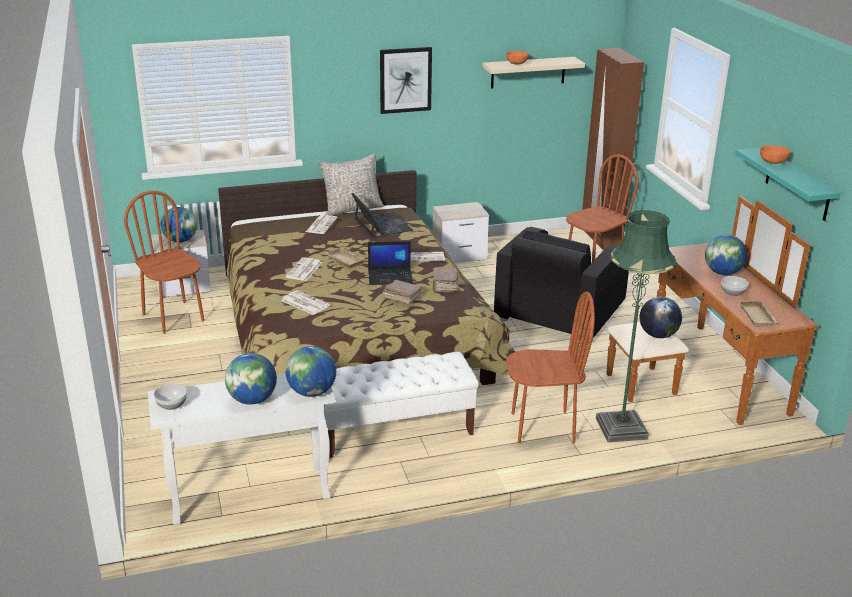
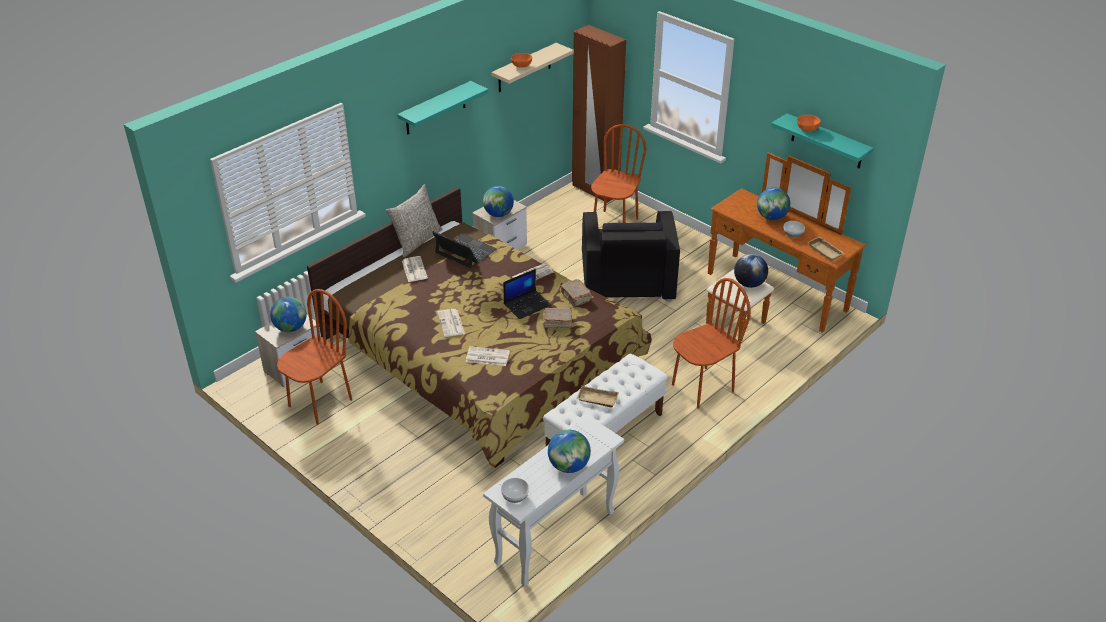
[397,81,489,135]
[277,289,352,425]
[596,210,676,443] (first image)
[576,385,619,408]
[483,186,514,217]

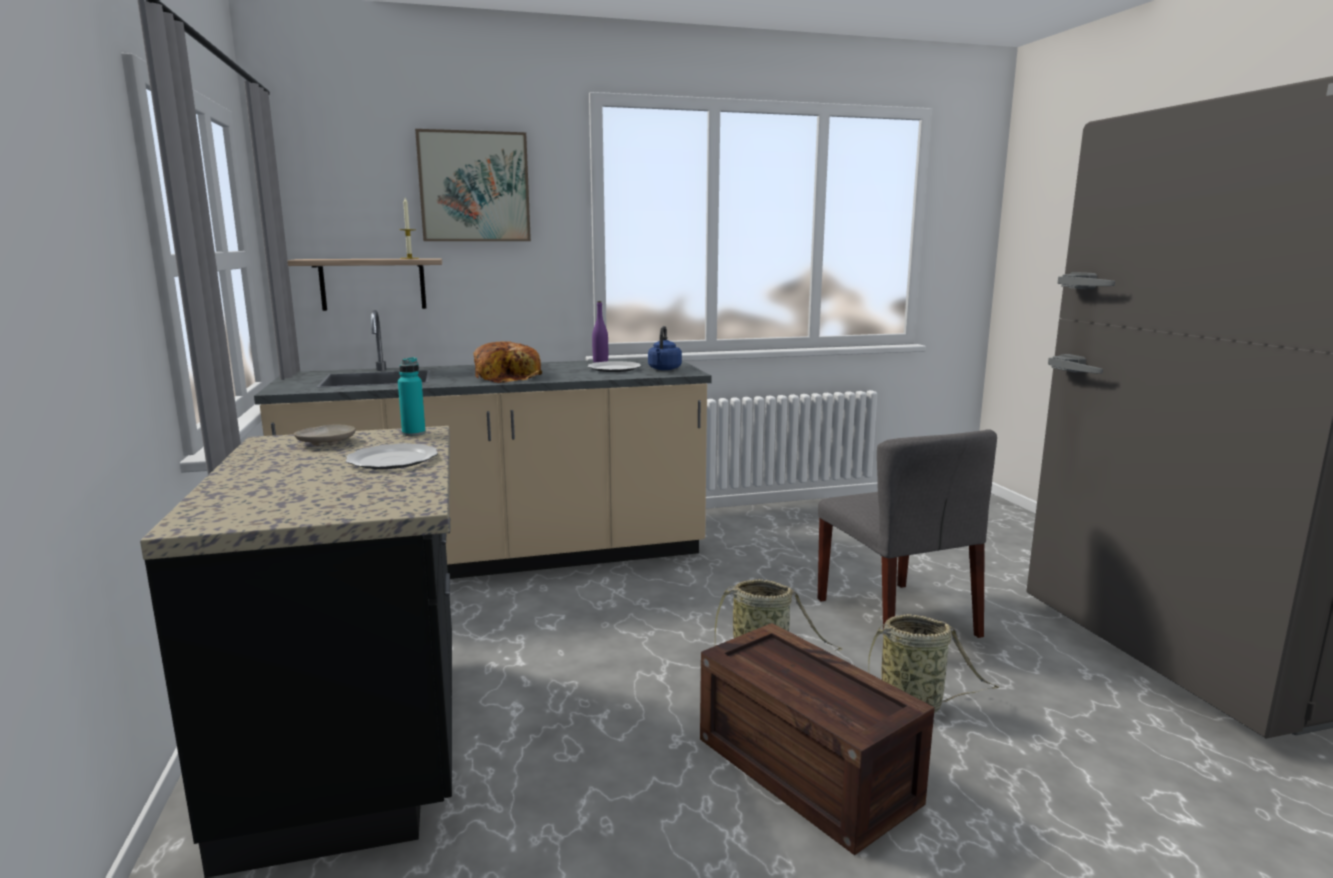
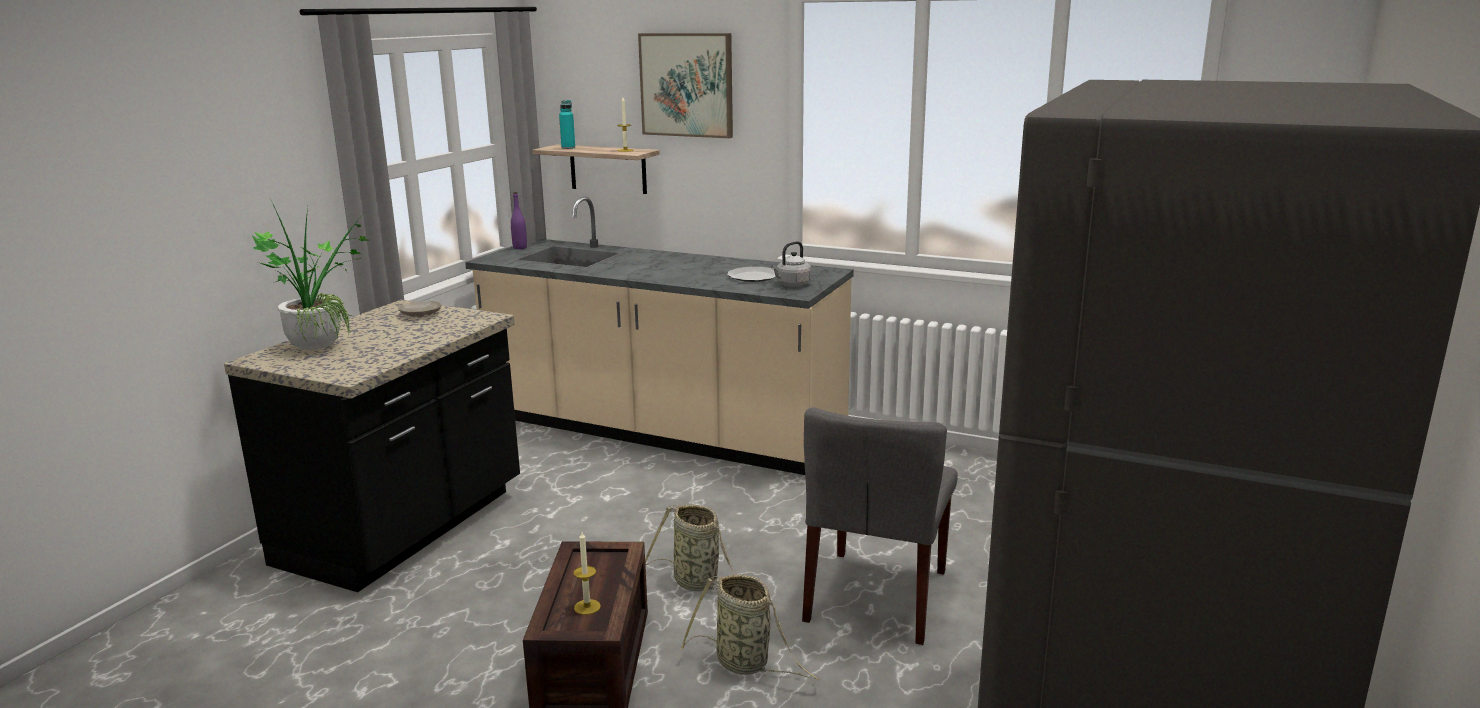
[511,192,527,249]
[771,241,811,287]
[474,341,543,383] (first image)
[559,100,575,149]
[346,443,438,469] (first image)
[252,205,368,350]
[573,532,601,615]

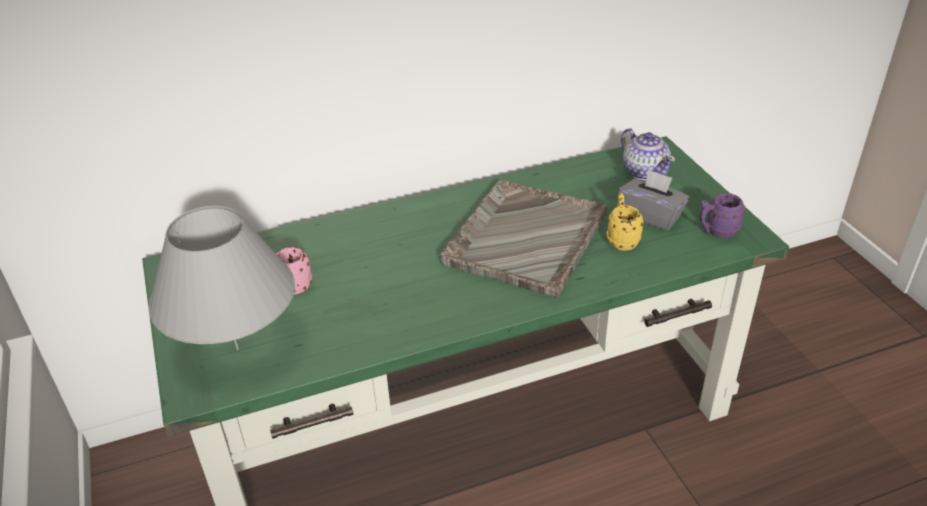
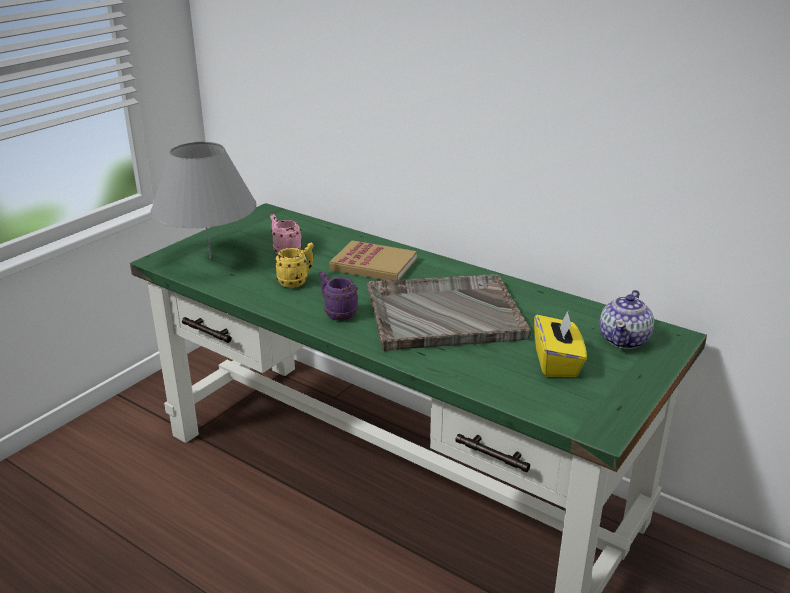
[534,311,587,377]
[275,243,314,288]
[319,271,358,321]
[329,240,417,280]

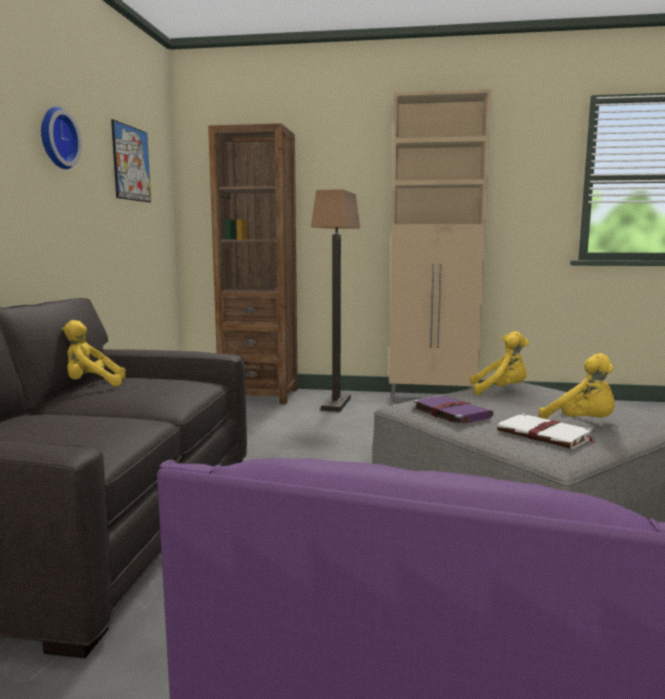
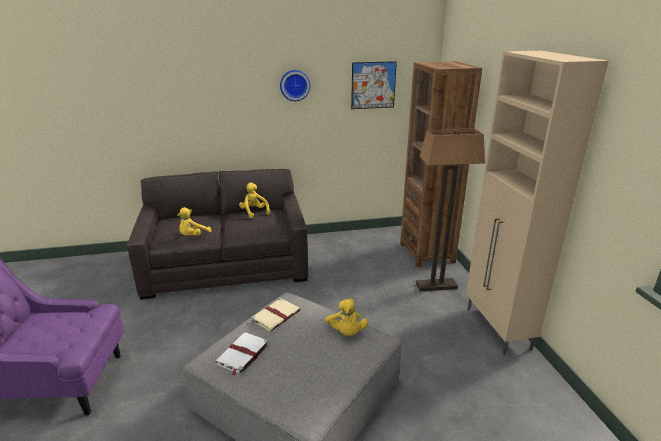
[177,207,211,236]
[251,298,300,332]

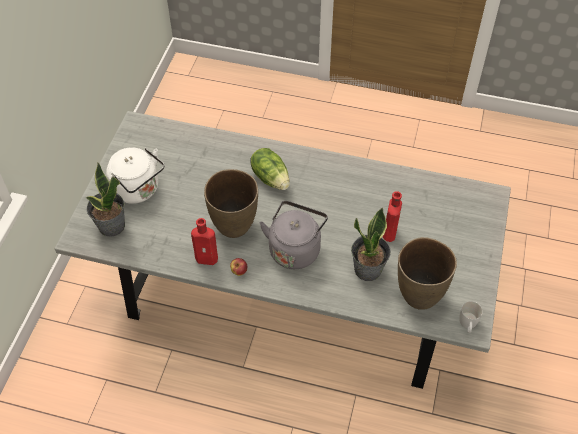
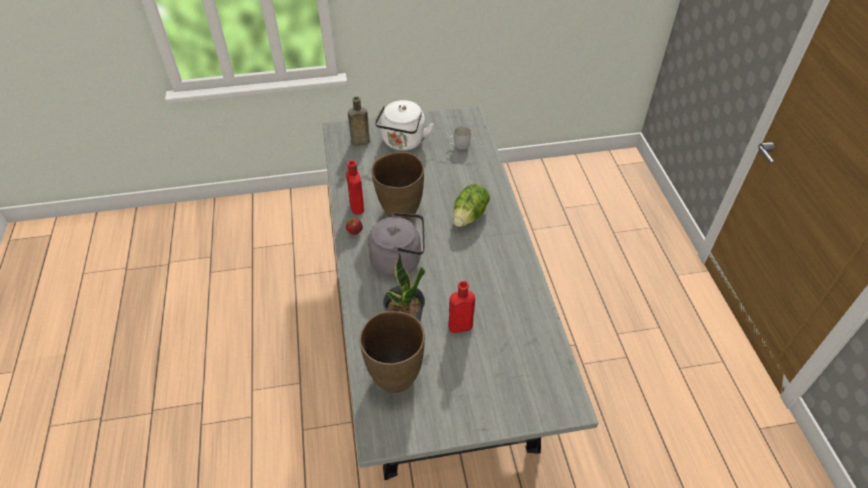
[348,96,370,146]
[448,126,471,150]

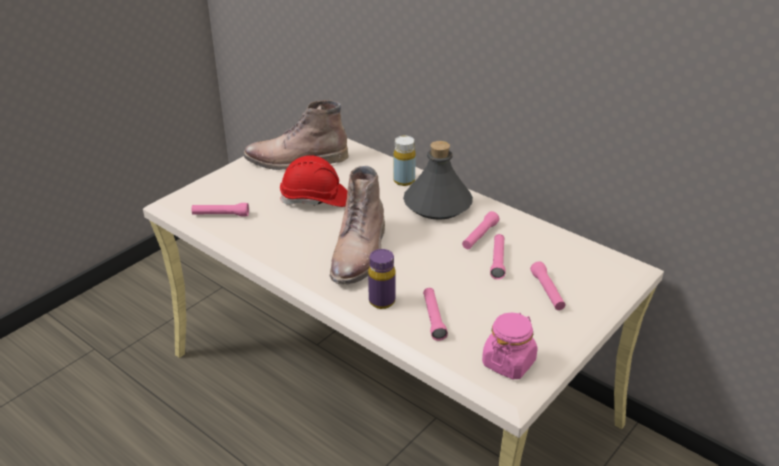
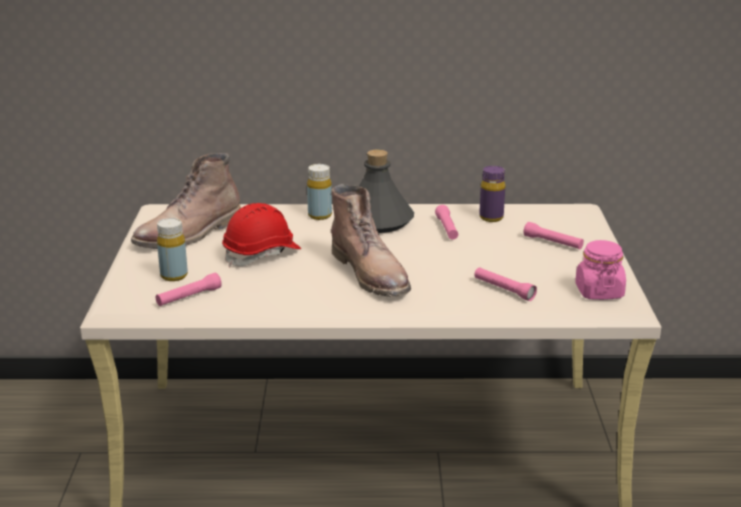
[490,234,505,280] (first image)
[479,166,505,222]
[157,218,188,281]

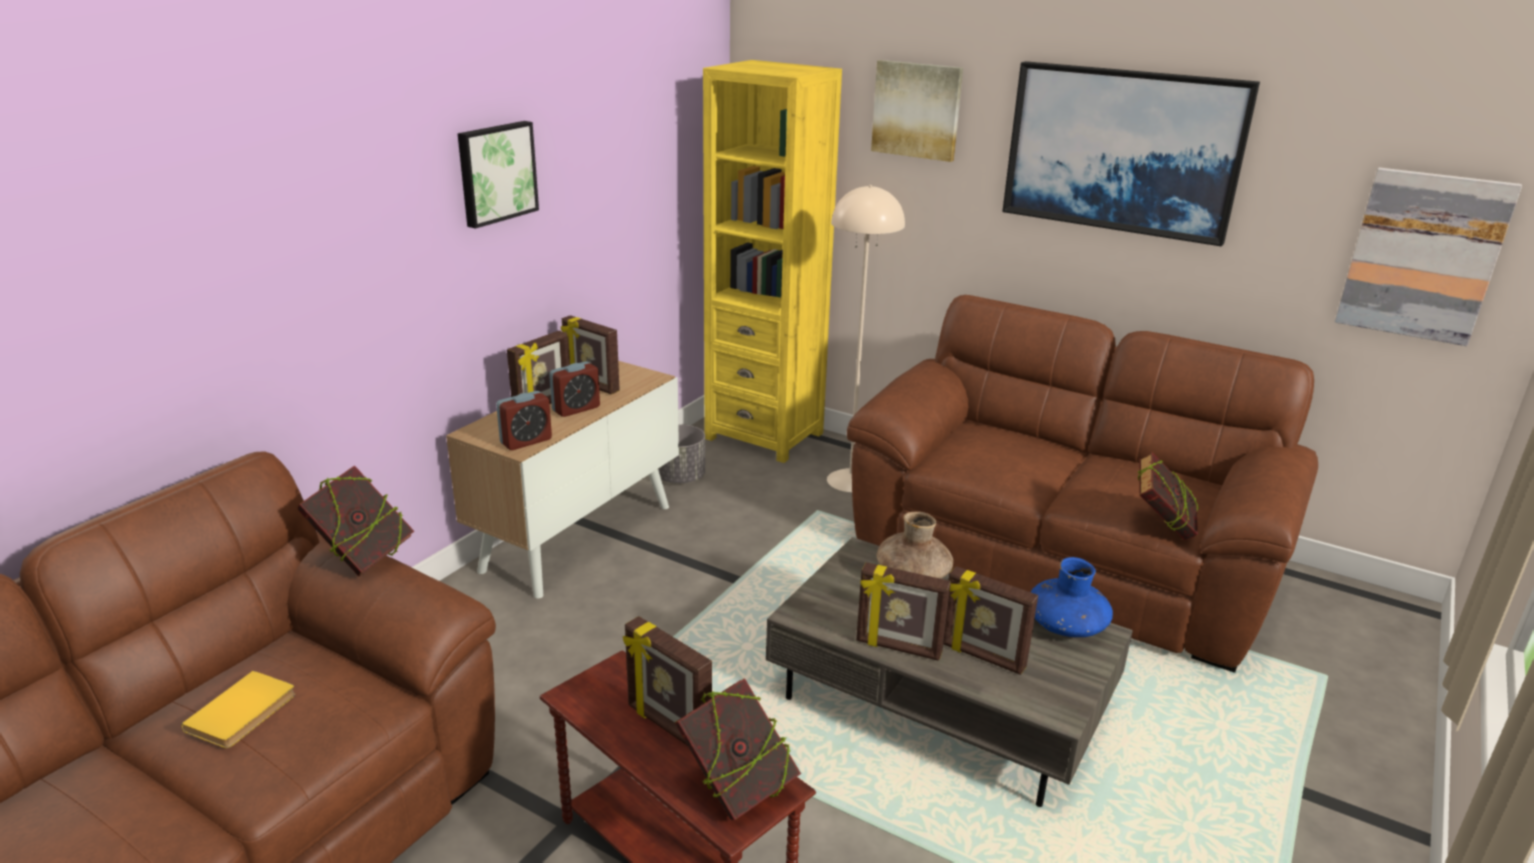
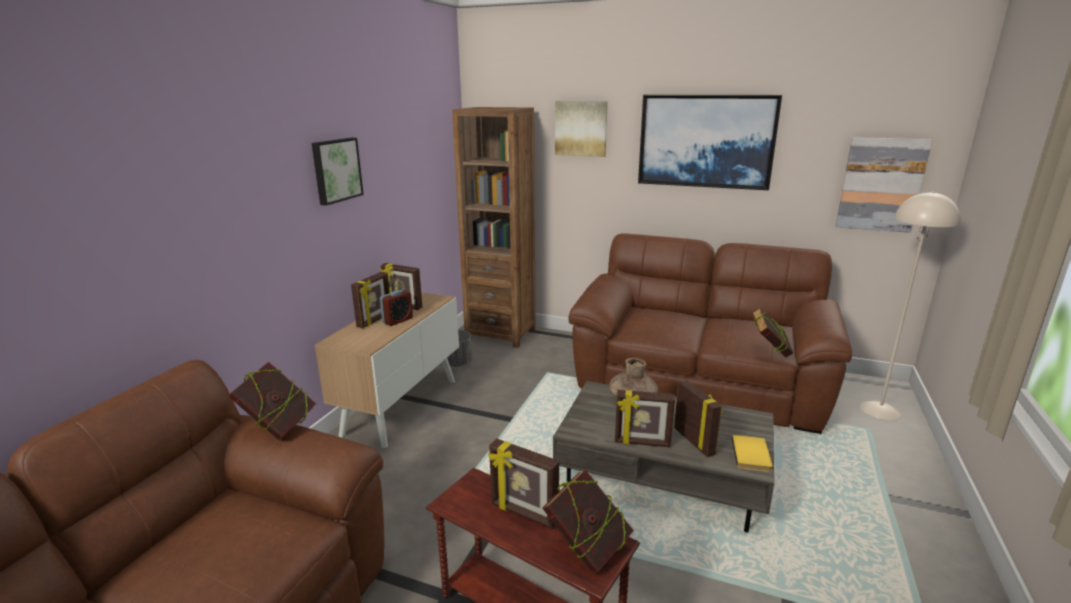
[452,107,536,348]
[860,191,961,420]
[496,391,552,450] (first image)
[1031,557,1113,637] (first image)
[674,380,723,457]
[732,435,773,472]

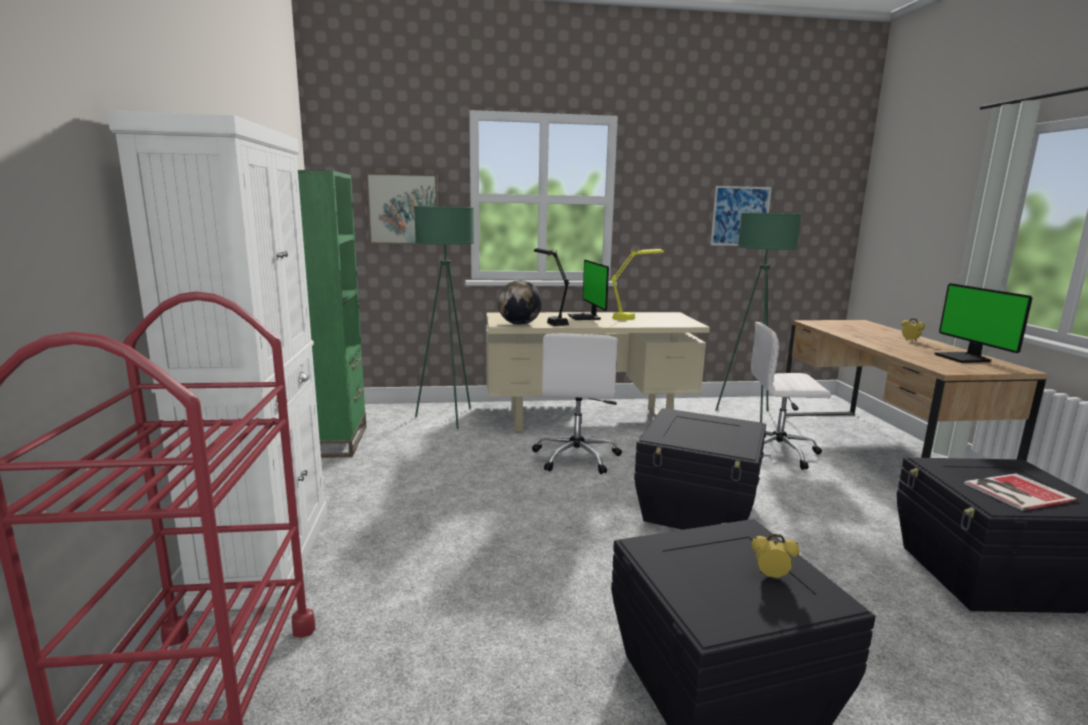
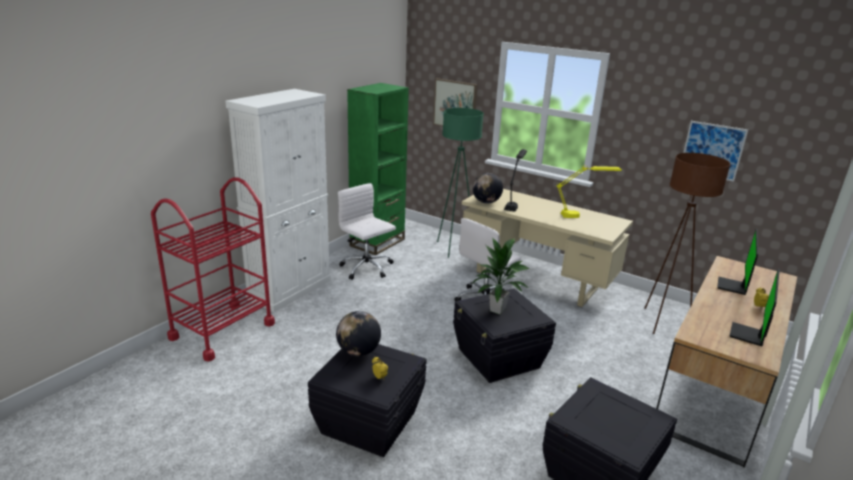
[645,153,731,334]
[717,229,758,295]
[338,183,396,280]
[964,474,1078,511] (first image)
[472,238,530,314]
[336,311,381,356]

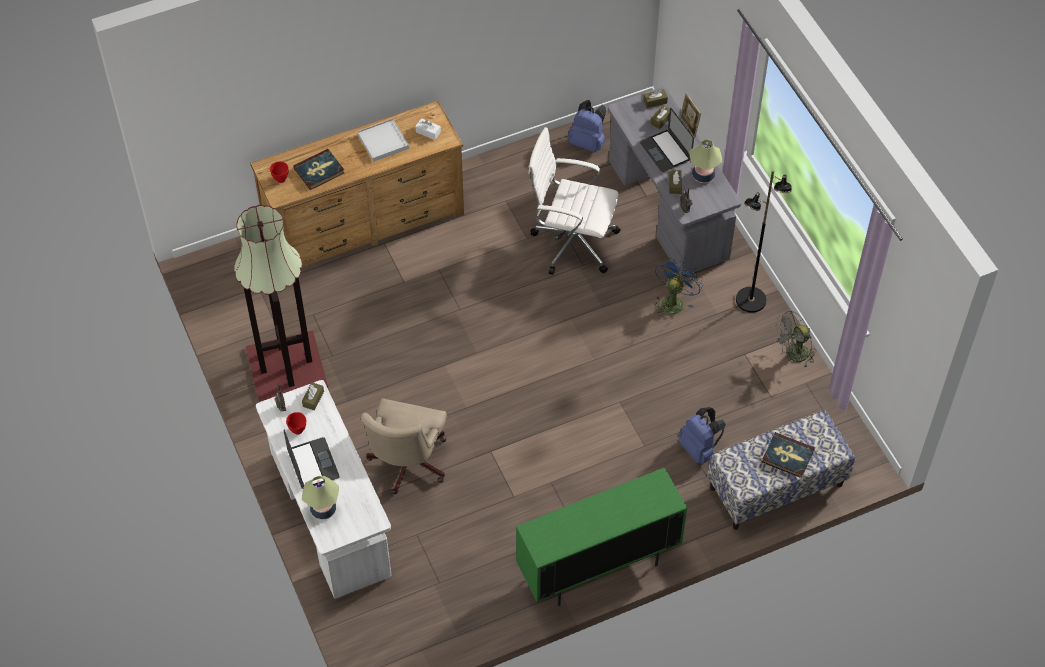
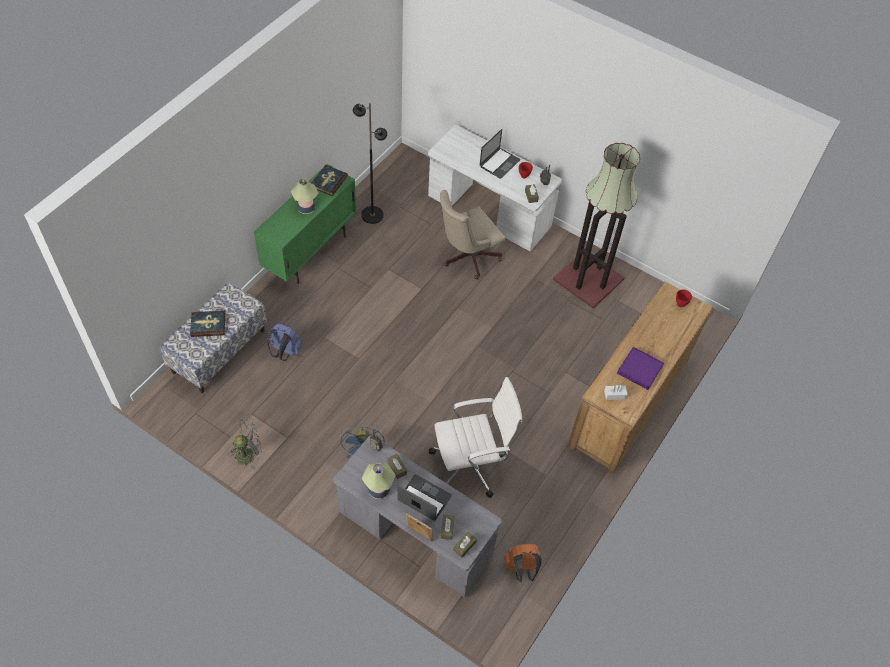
[504,544,542,582]
[617,347,664,390]
[312,165,348,196]
[353,103,388,224]
[228,418,262,470]
[440,190,505,279]
[480,129,520,179]
[291,178,319,214]

